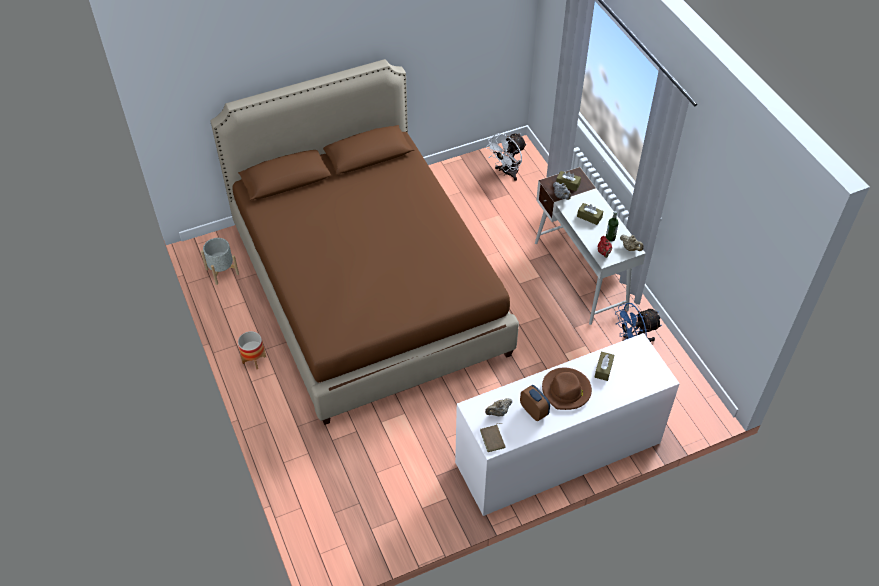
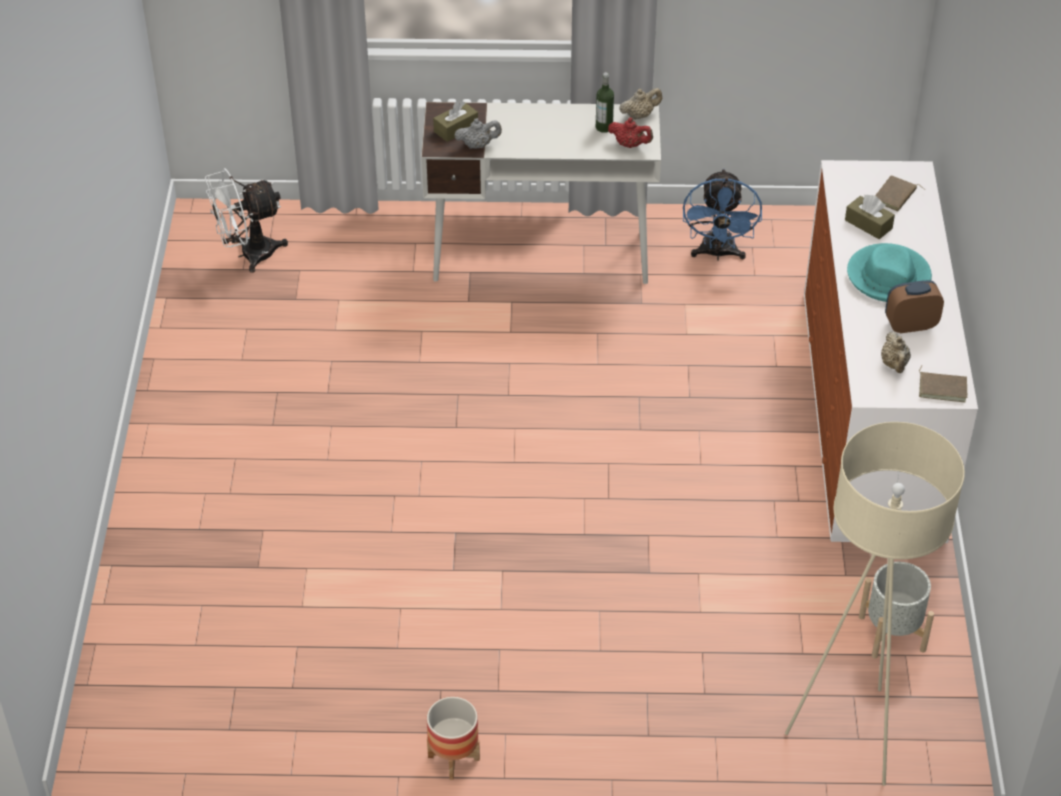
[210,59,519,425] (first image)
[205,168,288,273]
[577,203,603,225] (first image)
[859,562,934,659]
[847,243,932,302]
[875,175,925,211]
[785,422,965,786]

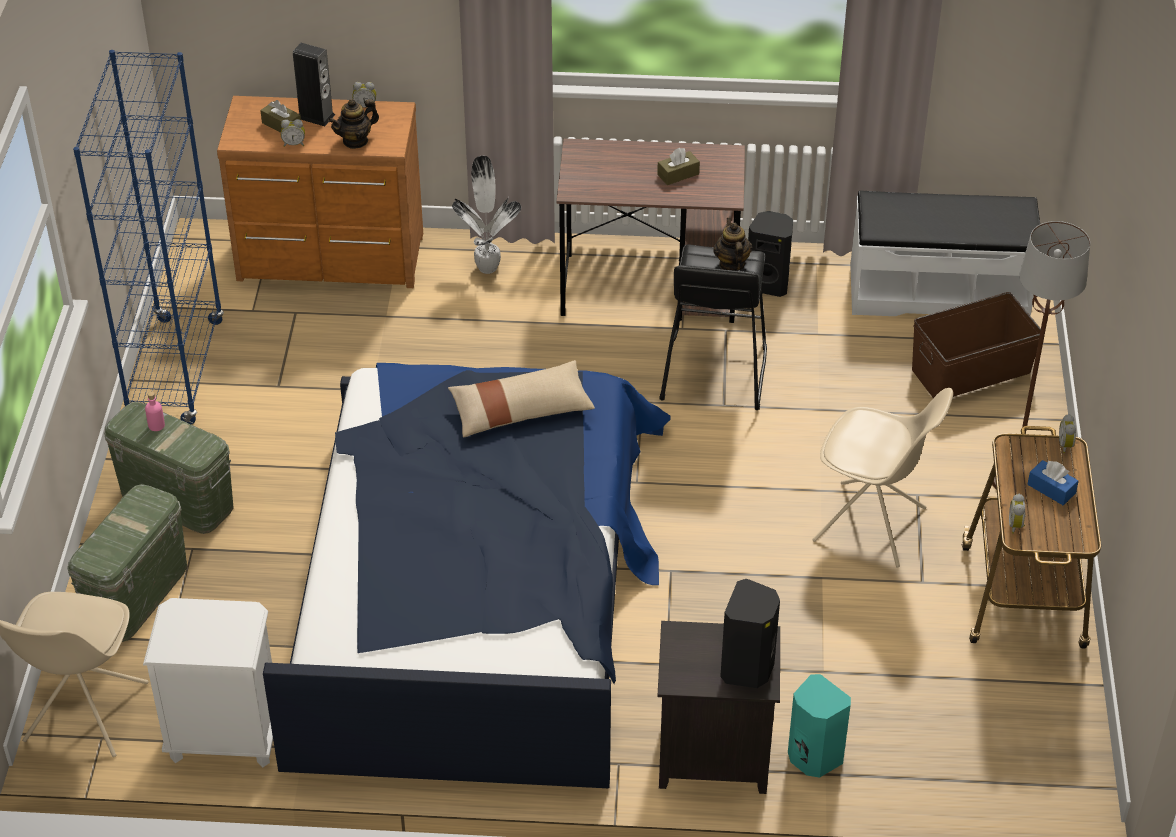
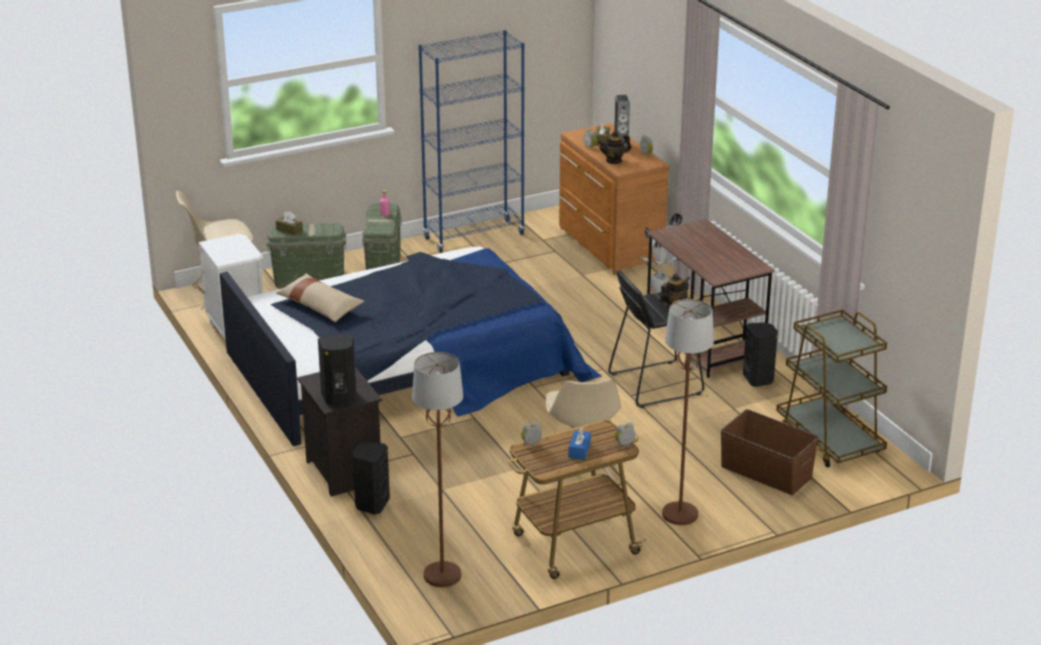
[598,131,631,164]
[276,211,303,235]
[776,309,887,468]
[276,274,365,322]
[352,442,390,515]
[412,352,463,587]

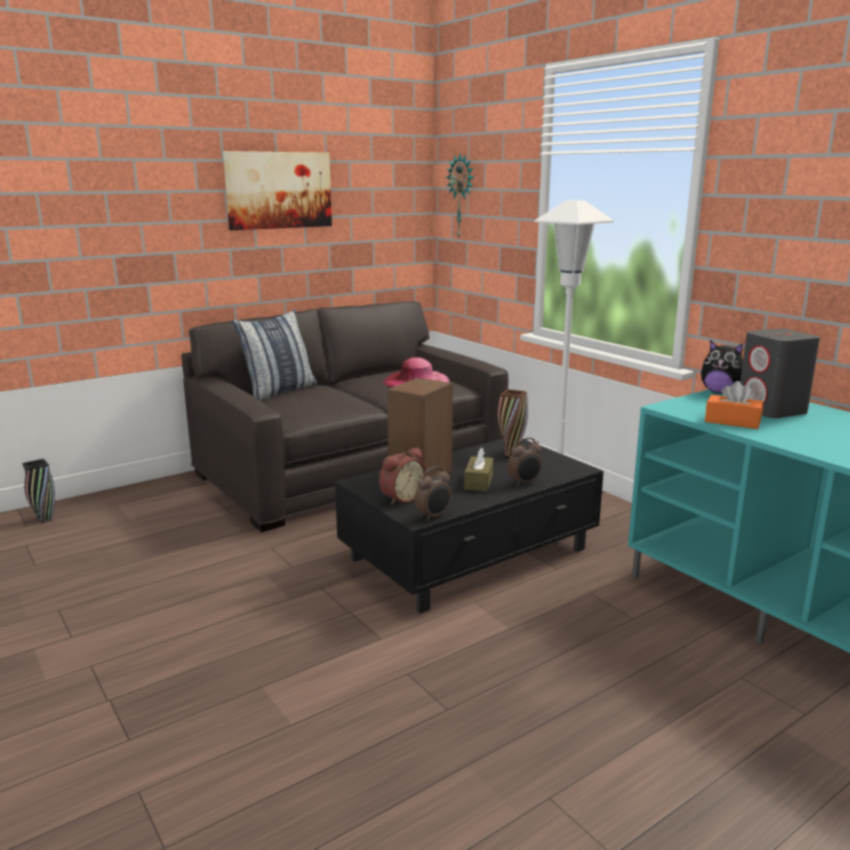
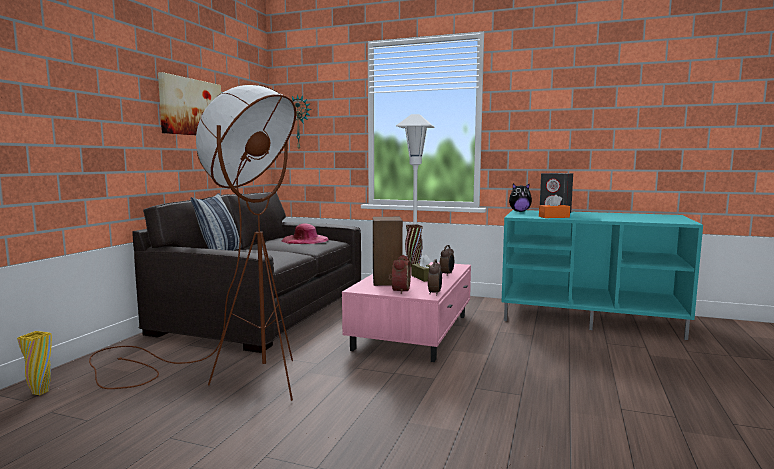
[342,261,471,362]
[17,331,52,395]
[89,85,296,401]

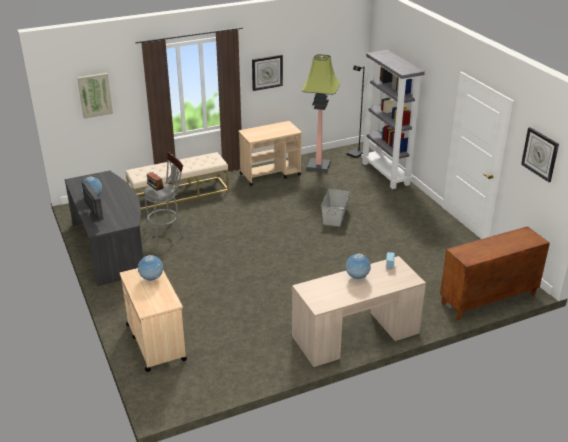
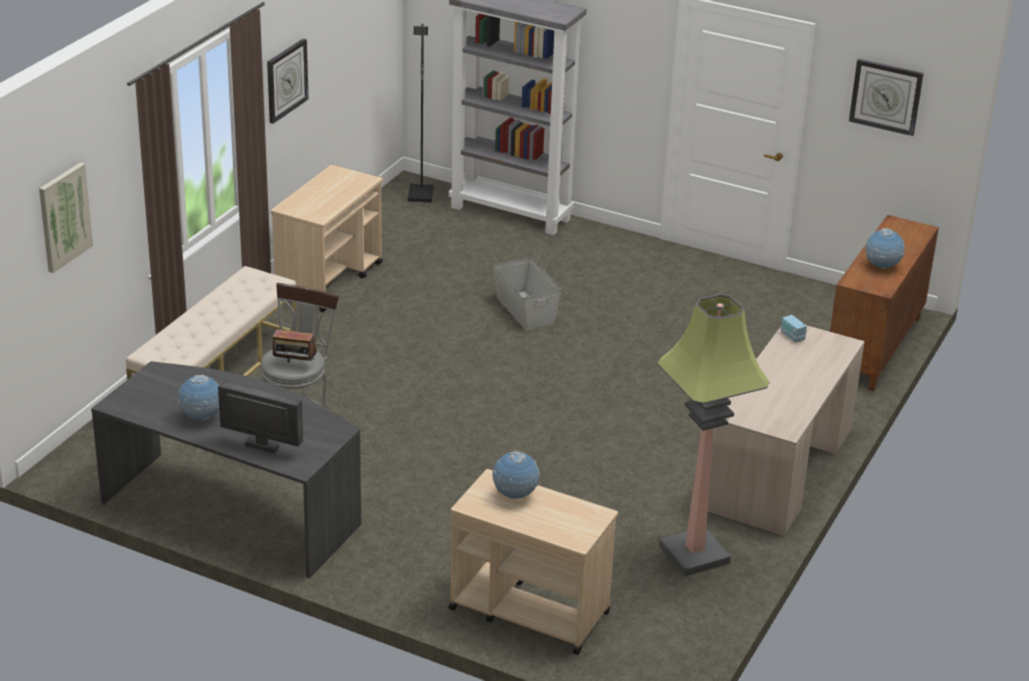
[657,294,770,577]
[865,228,905,269]

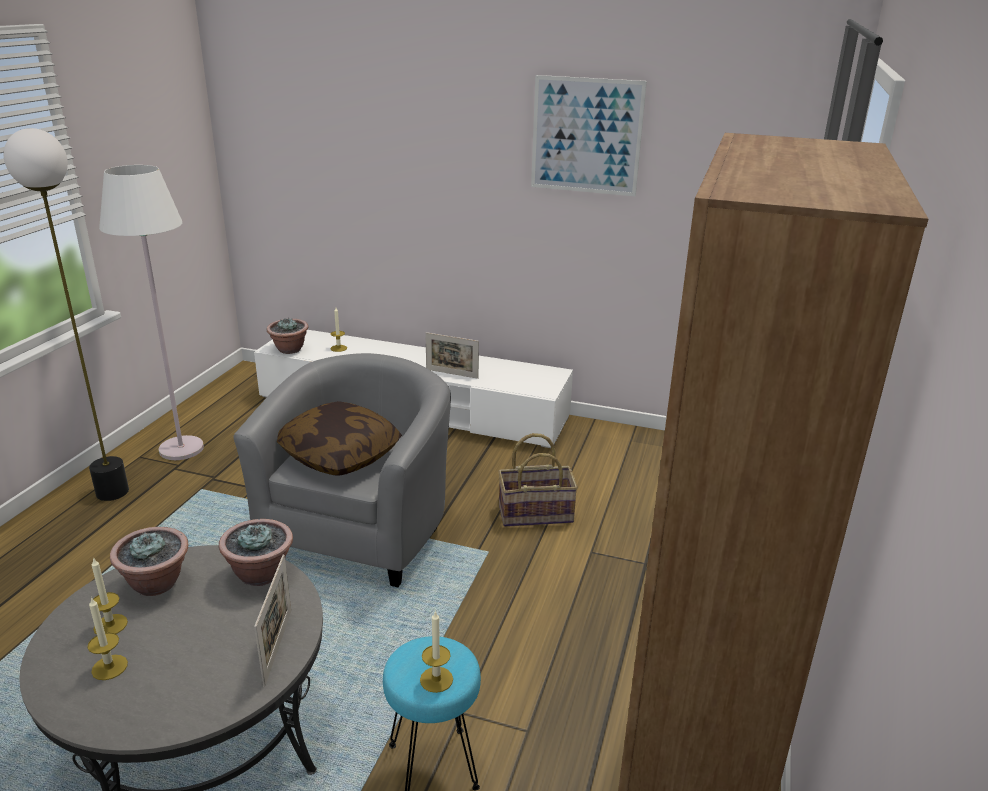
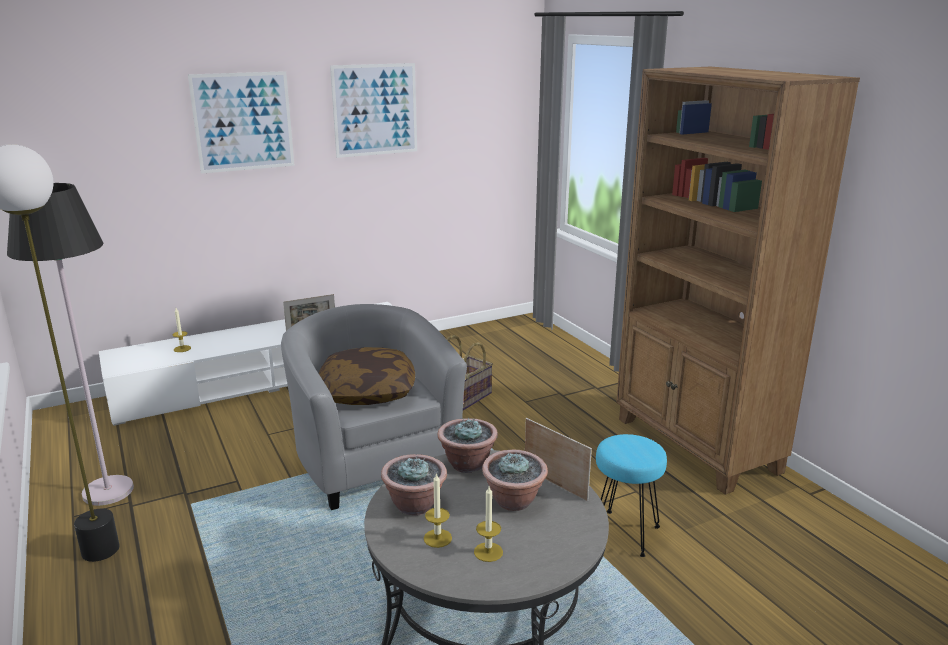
[7,183,134,506]
[482,450,548,511]
[420,611,453,693] (first image)
[188,71,295,174]

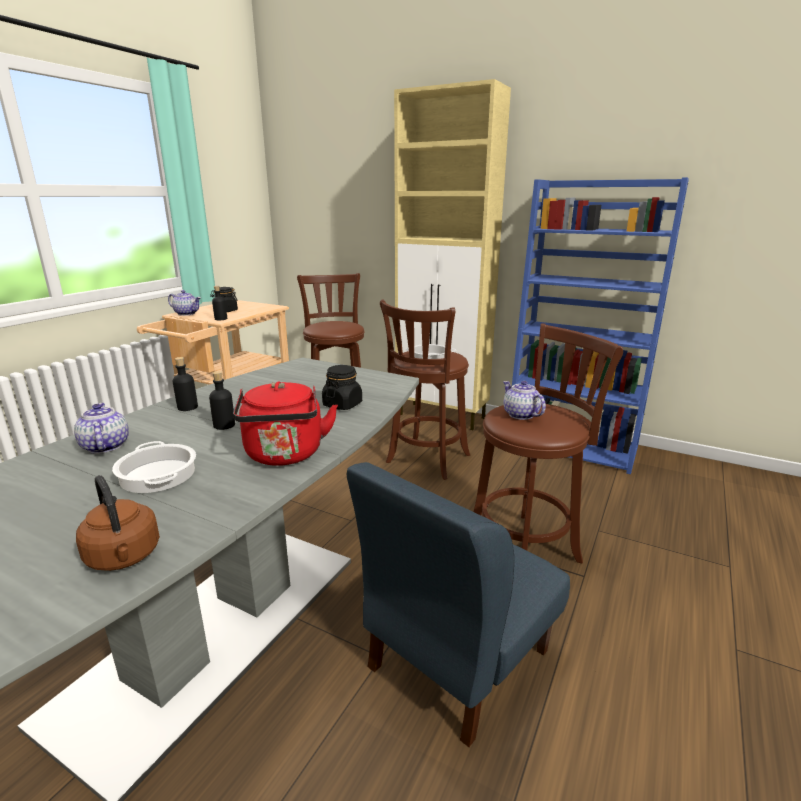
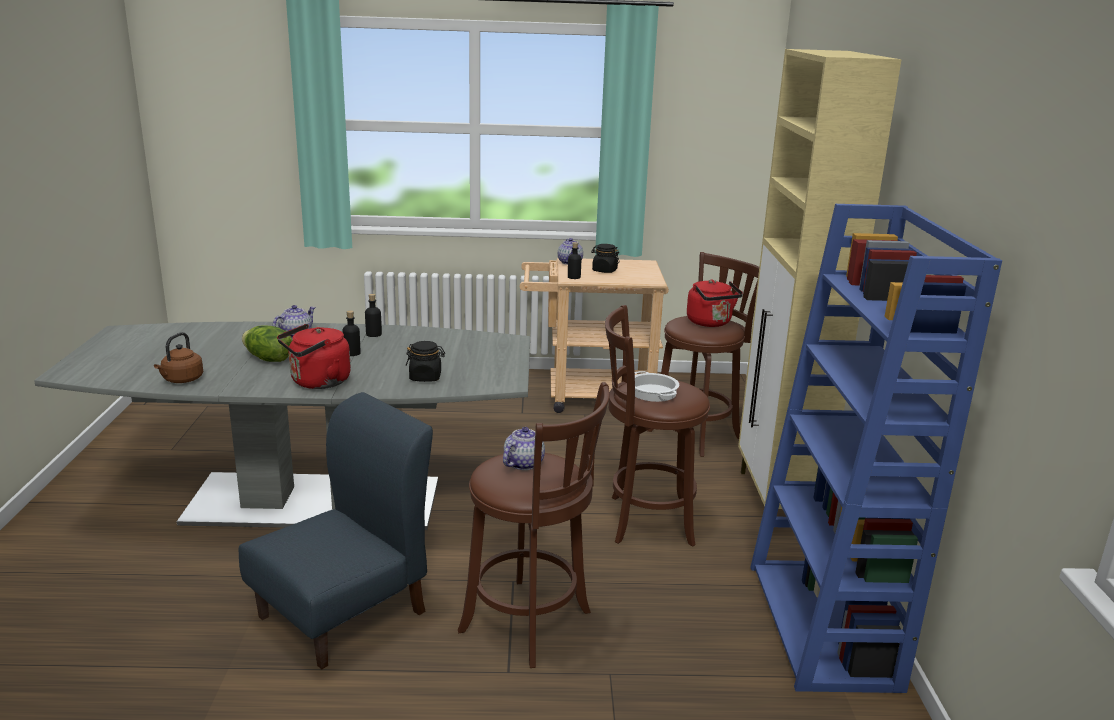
[242,326,293,362]
[239,392,433,669]
[687,279,743,327]

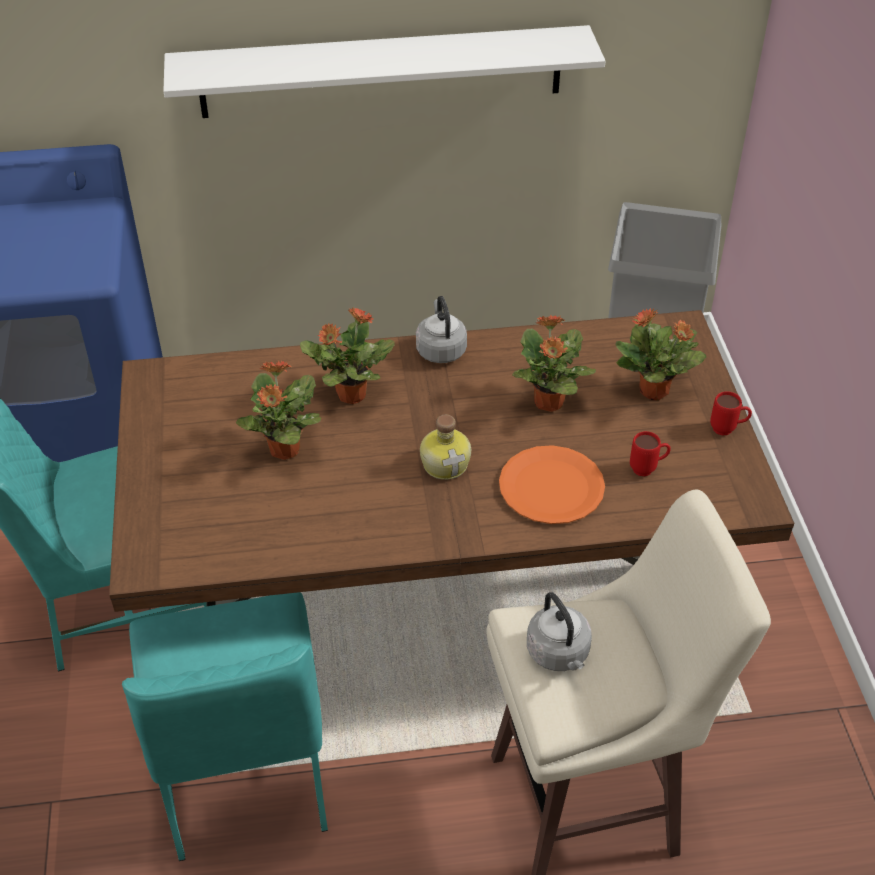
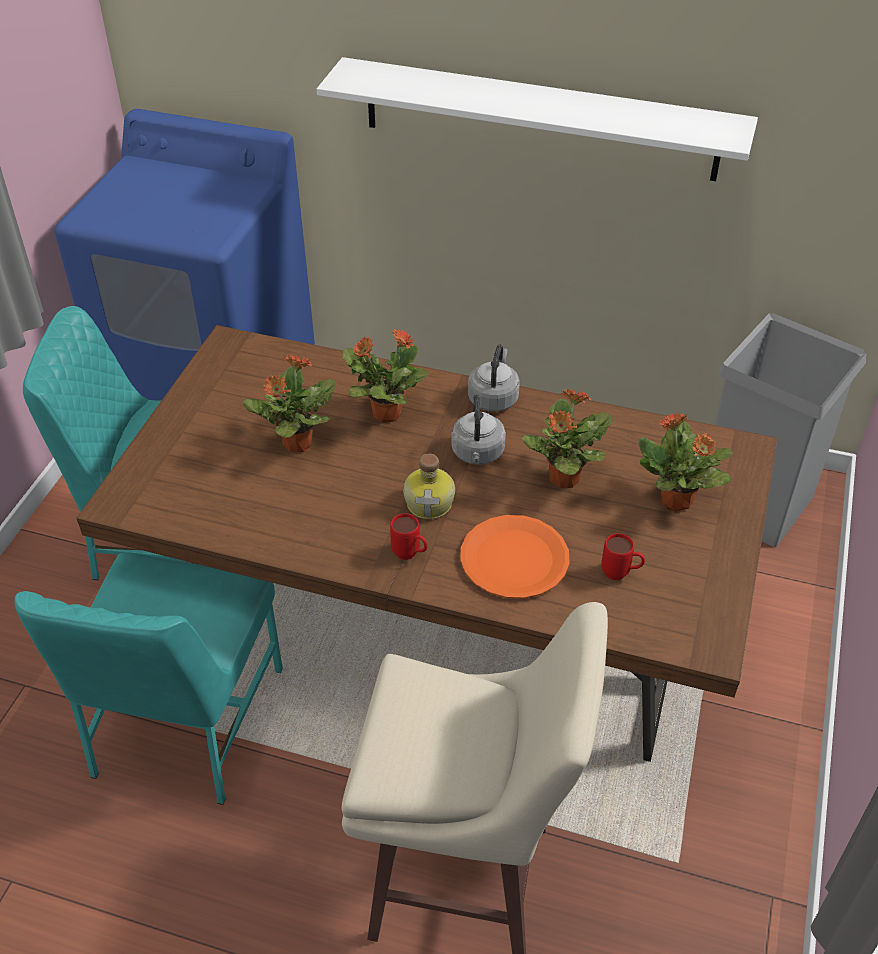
[390,513,428,560]
[451,394,506,465]

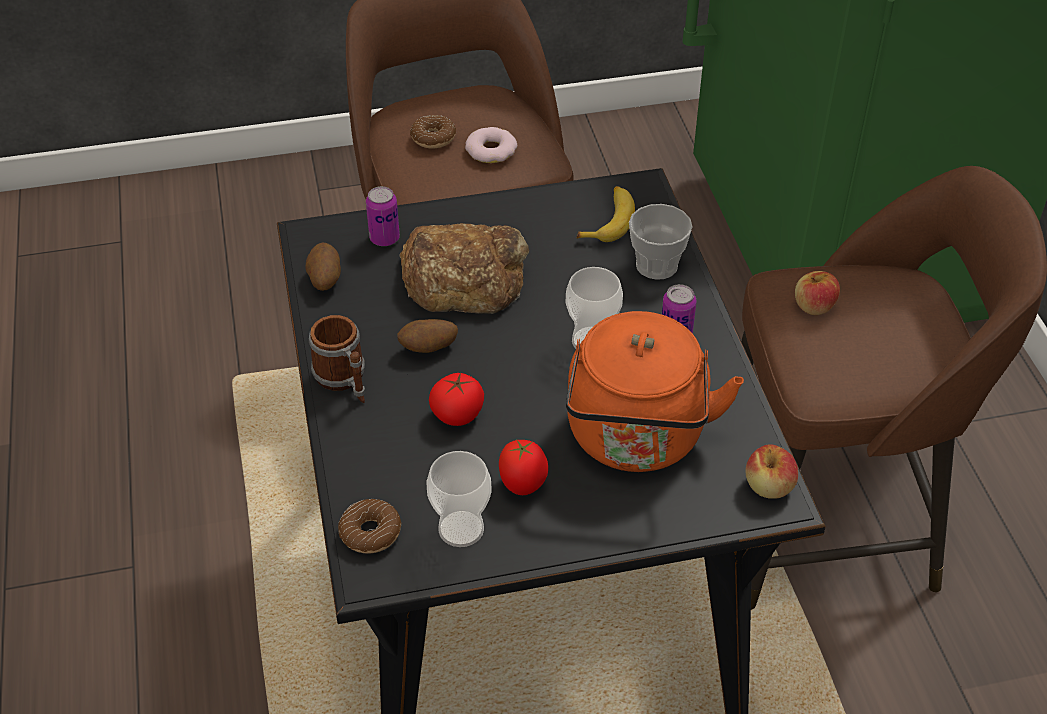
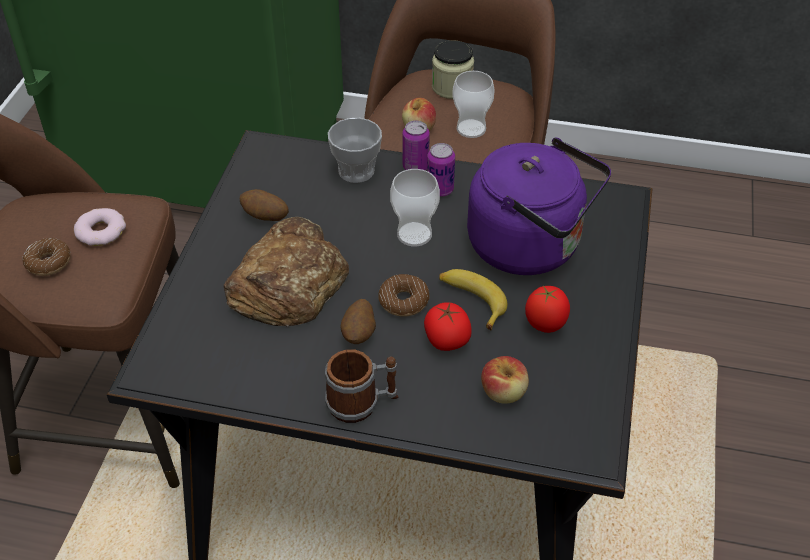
[402,120,430,171]
[439,269,507,330]
[240,189,289,221]
[467,137,611,275]
[481,356,529,404]
[452,71,495,138]
[378,274,430,316]
[432,40,474,99]

